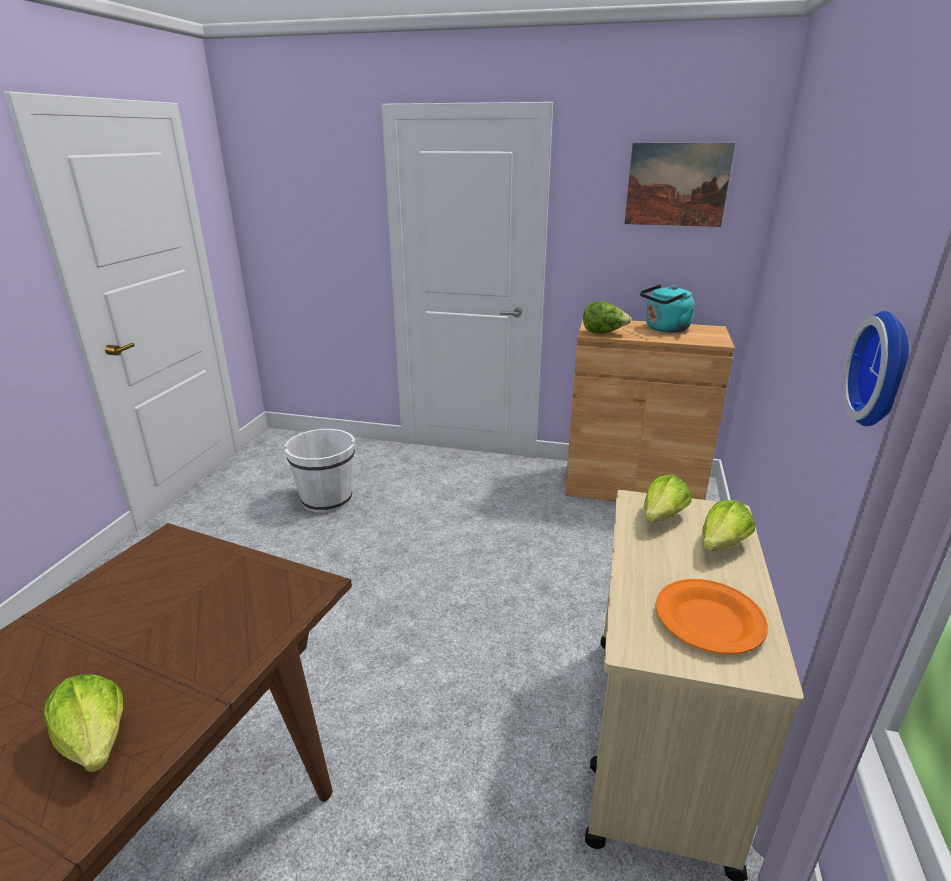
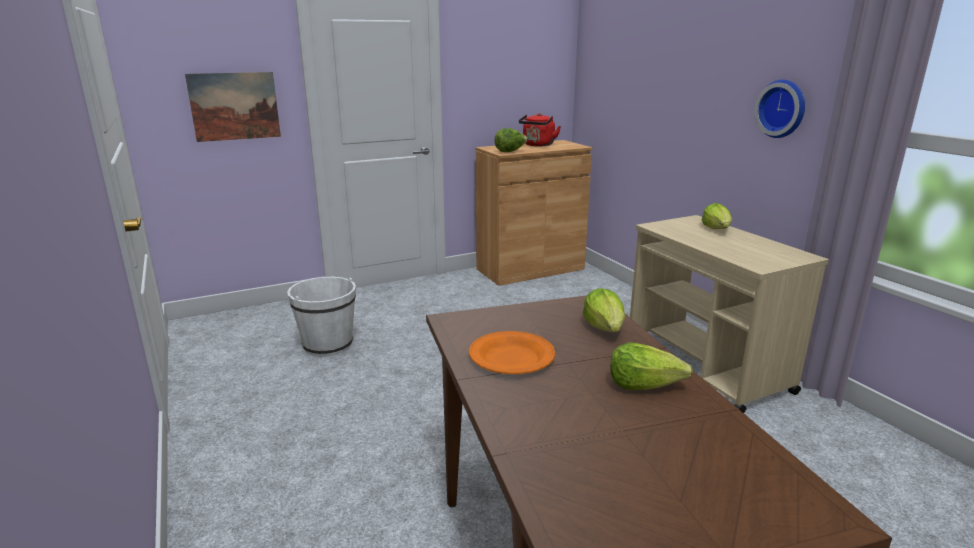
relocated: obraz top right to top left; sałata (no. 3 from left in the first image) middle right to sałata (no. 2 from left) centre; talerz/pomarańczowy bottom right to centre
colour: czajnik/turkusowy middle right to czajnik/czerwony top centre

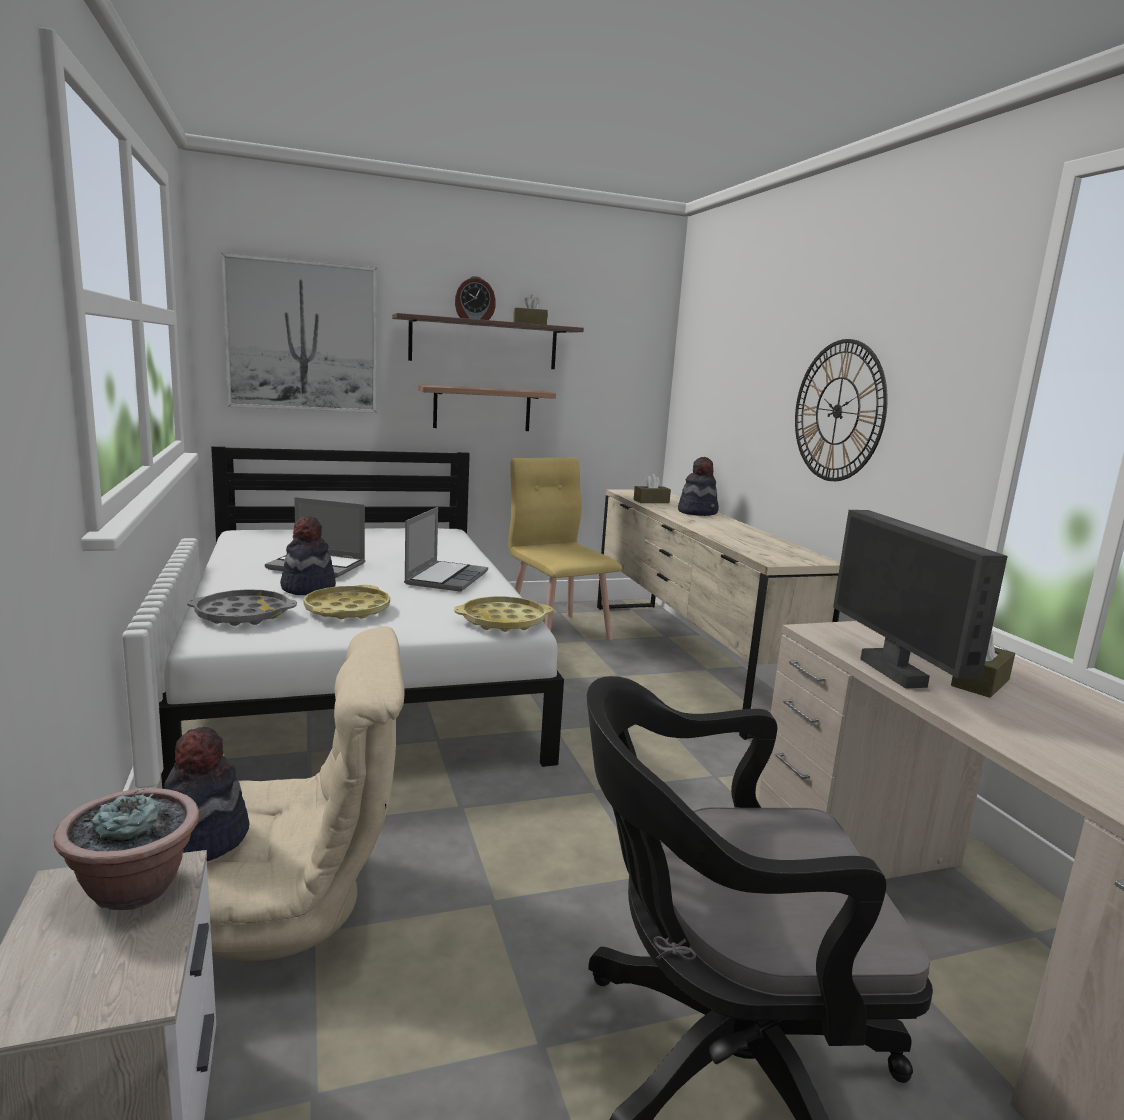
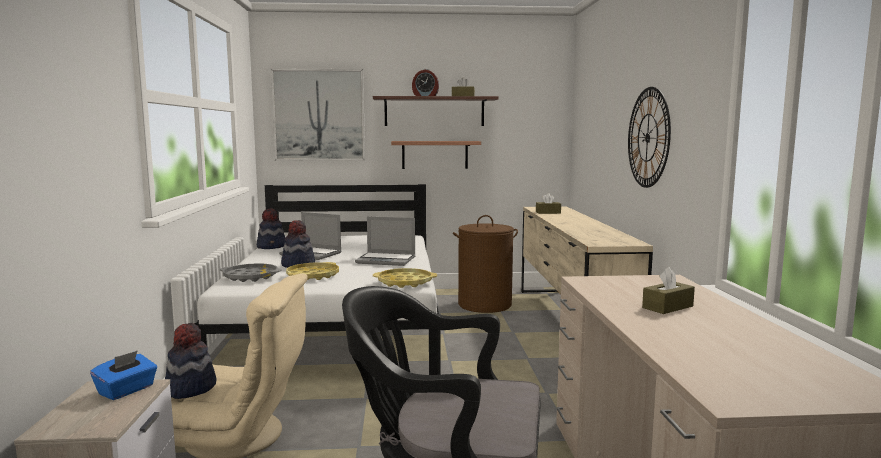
missing: monitor middle right
relocated: kapelusz (no. 3 from left in the first image) centre to kapelusz (no. 2 from left) middle left
exchanged: roślina doniczkowa bottom left to pudełko chusteczek/niebieski bottom left; krzesło/żółty centre to kosz na pranie/brązowy centre
spun: laptop (no. 2 from left) centre = centre 75 degrees clockwise

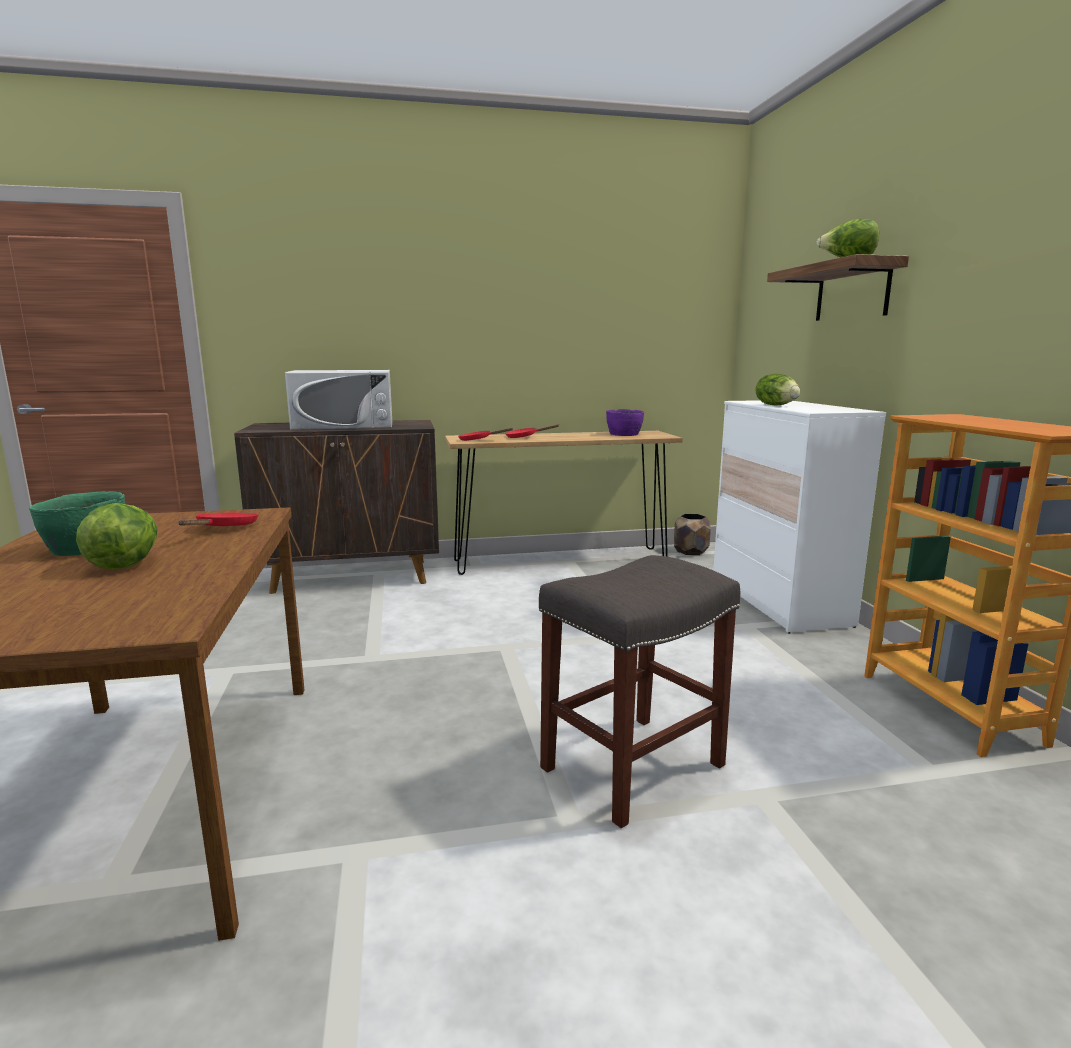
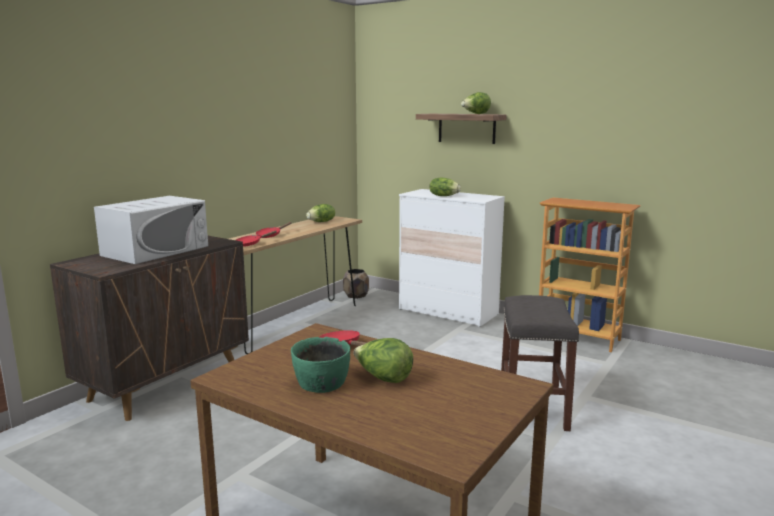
exchanged: miska/fioletowy centre to sałata (no. 1 from left) centre

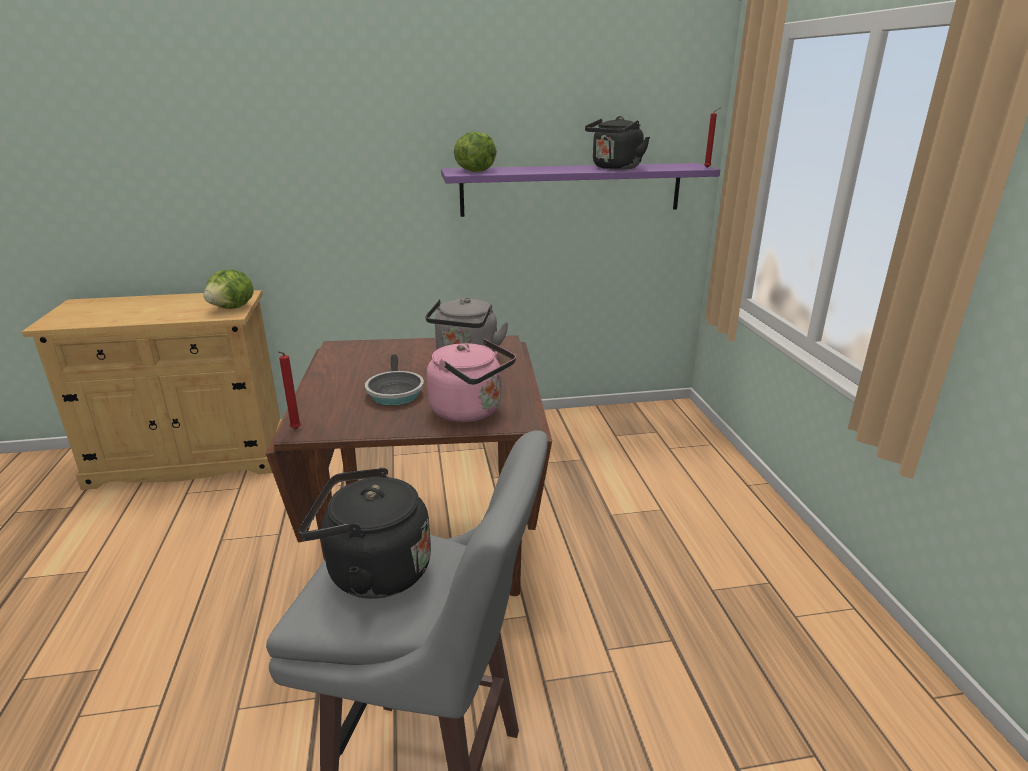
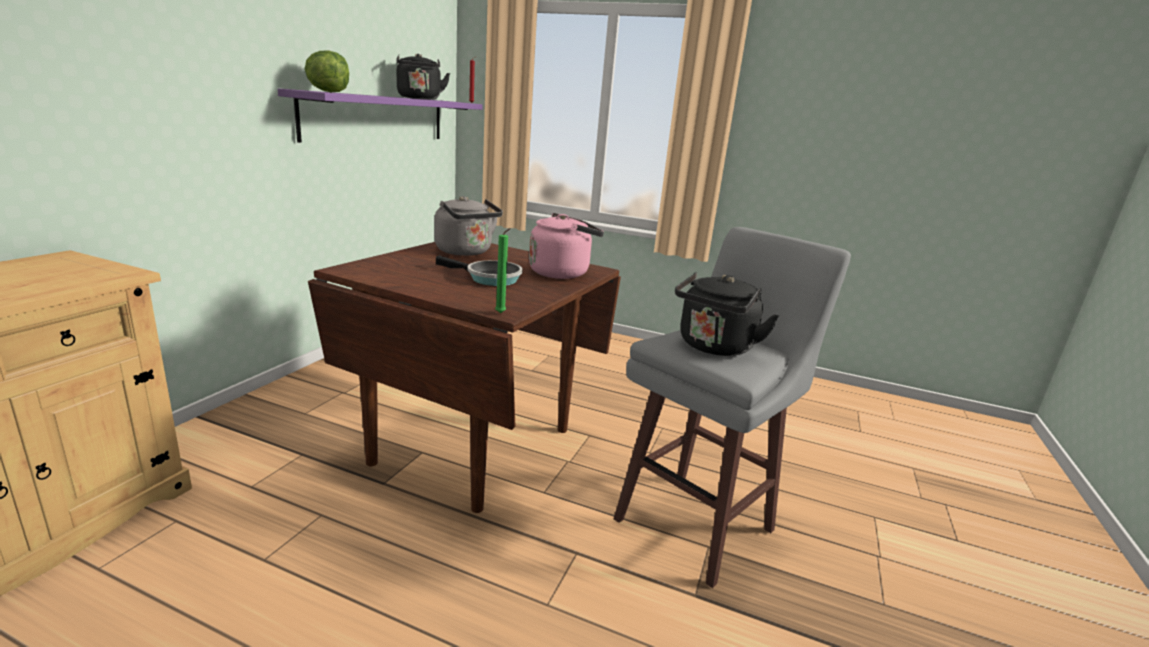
missing: sałata (no. 1 from left) middle left
colour: świeca/czerwony (no. 1 from left) middle left to świeca/zielony centre

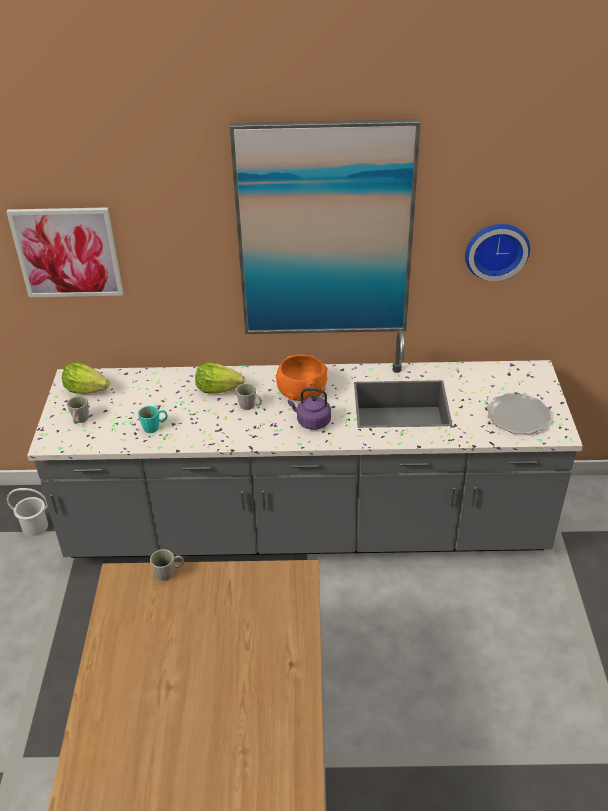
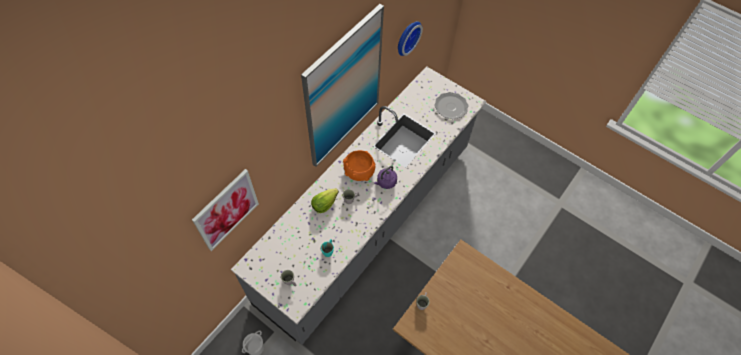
missing: sałata (no. 1 from left) middle left

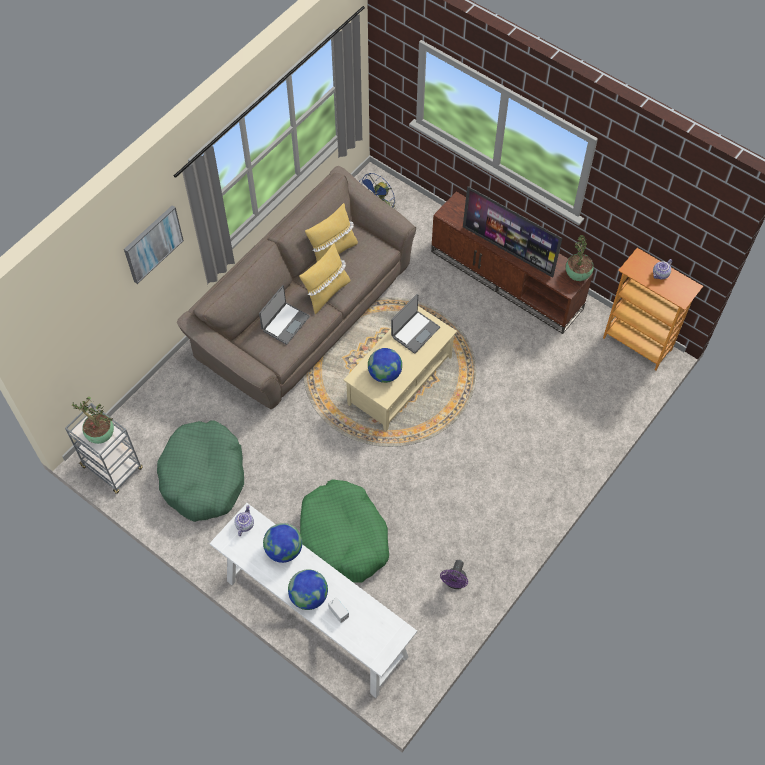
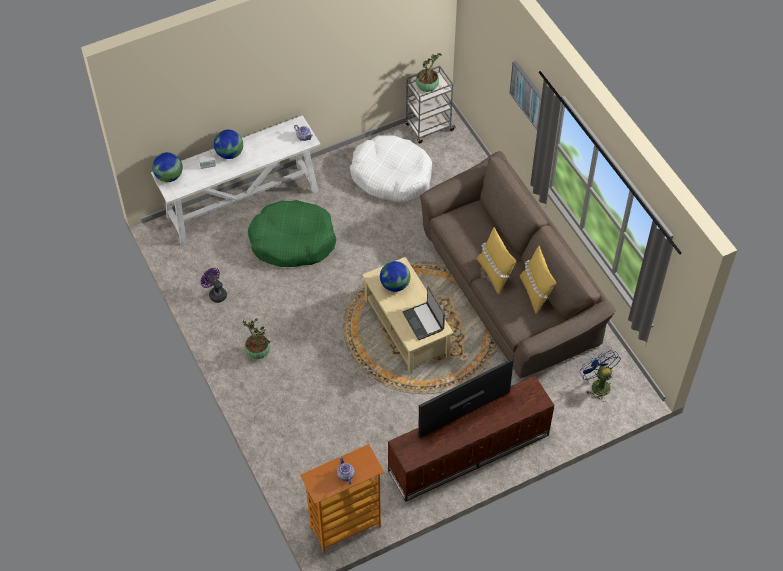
missing: laptop (no. 1 from left) centre
relocated: globus (no. 1 from left) bottom centre to top left; roślina doniczkowa (no. 2 from left in the first image) middle right to roślina doniczkowa (no. 1 from left) middle left
colour: legowisko/zielony (no. 1 from left) middle left to legowisko/biały top centre

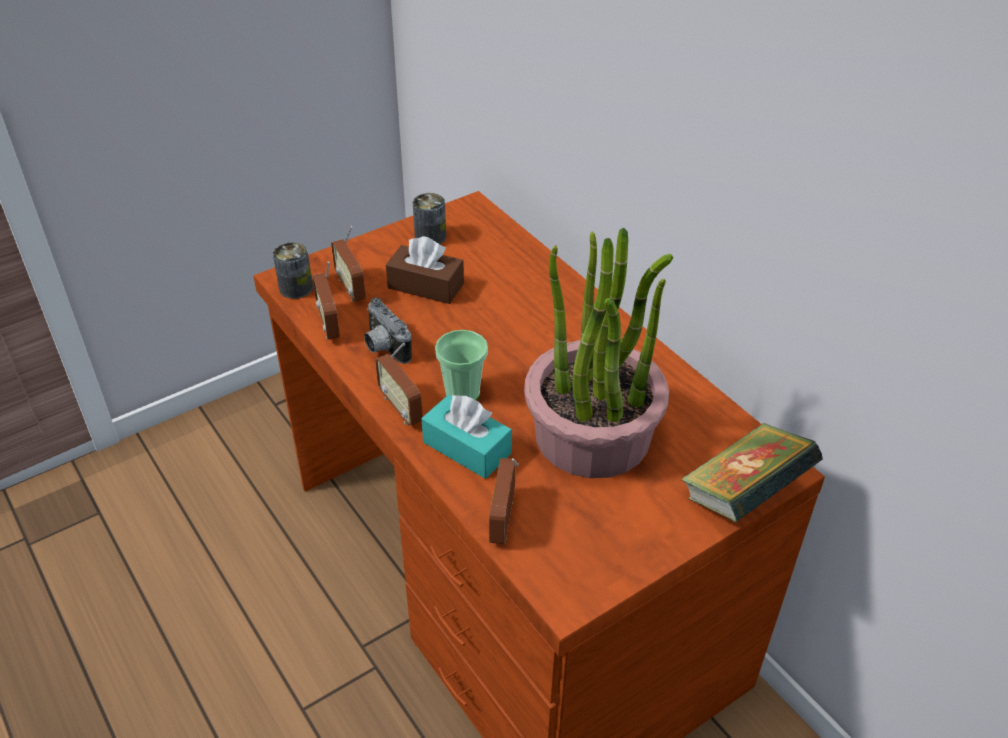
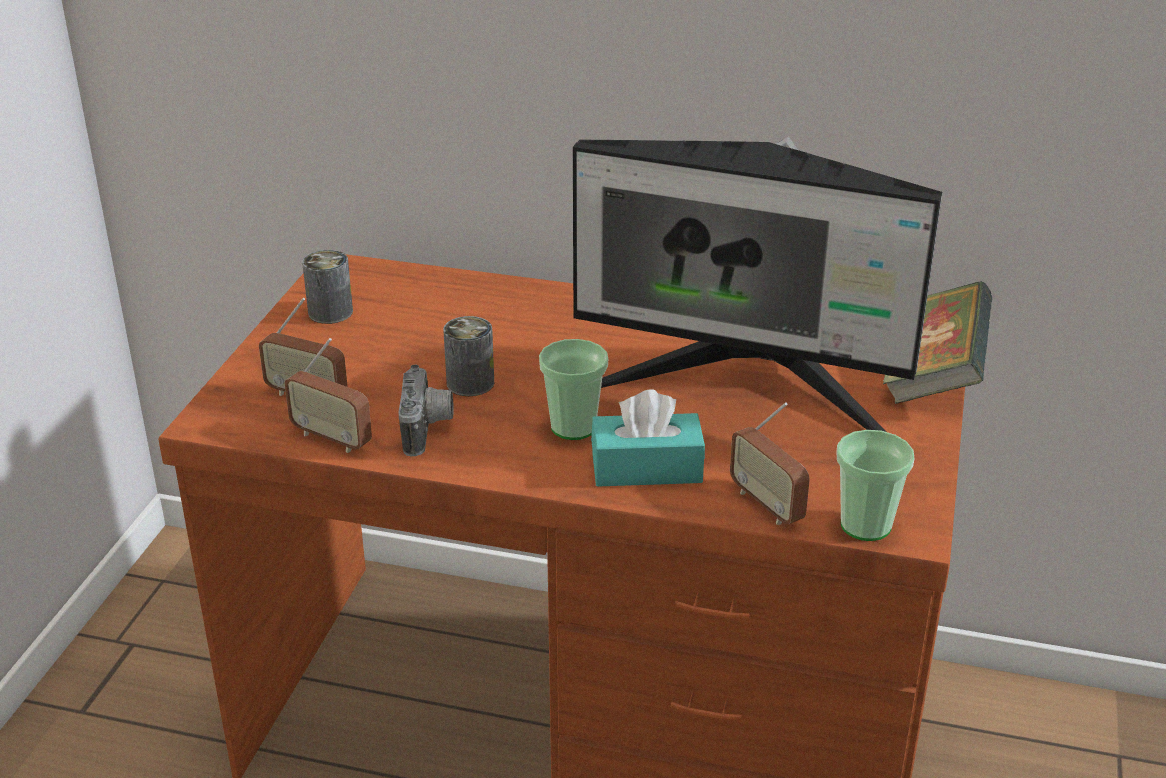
missing: radio (no. 3 from left) centre; pudełko chusteczek/brązowy centre
appeared: filiżanka (no. 2 from left) middle right
relocated: puszka (no. 1 from left in the first image) middle left to puszka (no. 2 from left) centre
exchanged: roślina doniczkowa centre to monitor centre
spun: aparat fotograficzny centre = centre 105 degrees counterclockwise

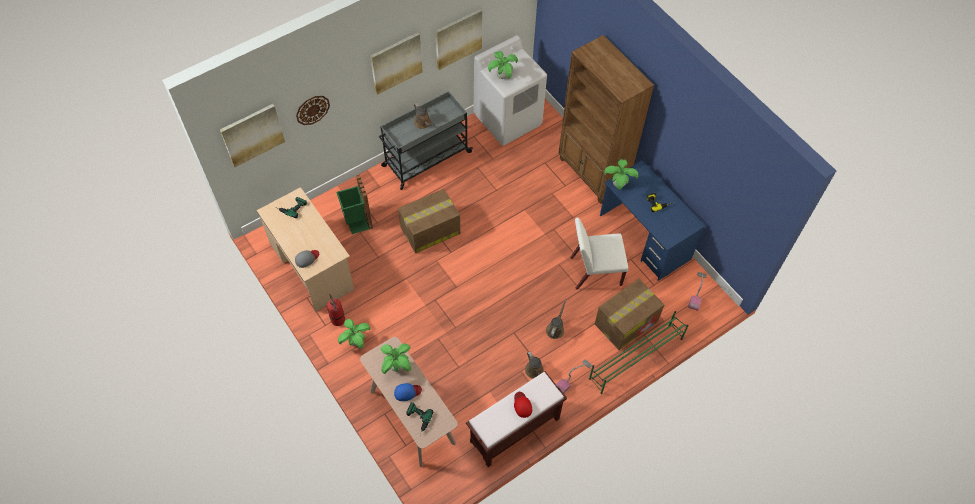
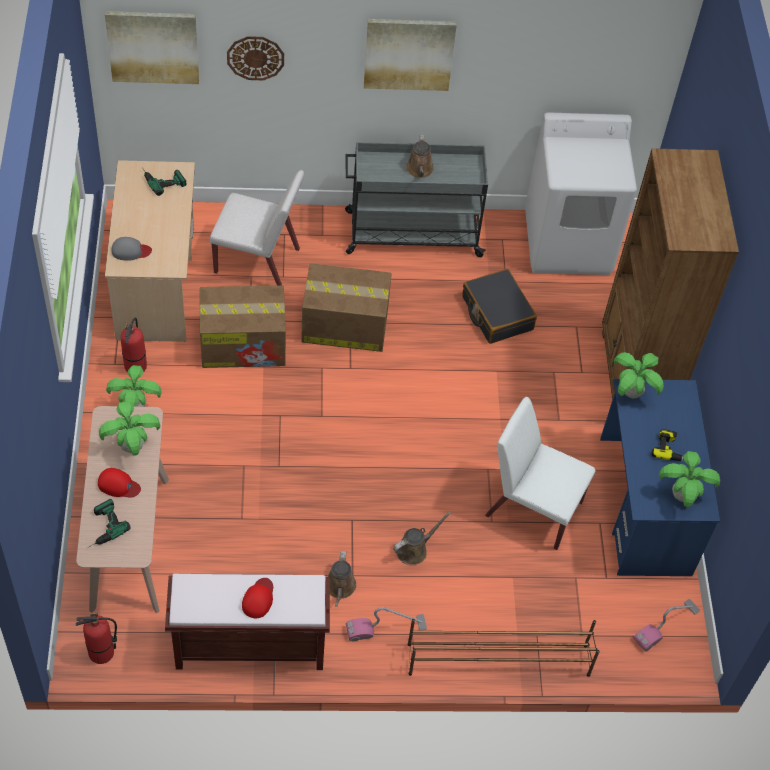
missing: obraz (no. 3 from left) top centre
appeared: gaśnica (no. 1 from left) bottom left; walizka/czarny centre
relocated: roślina doniczkowa (no. 3 from left in the first image) top centre to roślina doniczkowa (no. 4 from left) middle right; karton (no. 2 from left in the first image) centre to karton (no. 1 from left) middle left
exchanged: kosz na śmieci/zielony centre to krzesło/biały (no. 1 from left) top centre
colour: czapka z daszkiem/niebieski bottom centre to czapka z daszkiem/czerwony (no. 1 from left) middle left; regał na buty/zielony bottom centre to regał na buty/brązowy bottom centre

